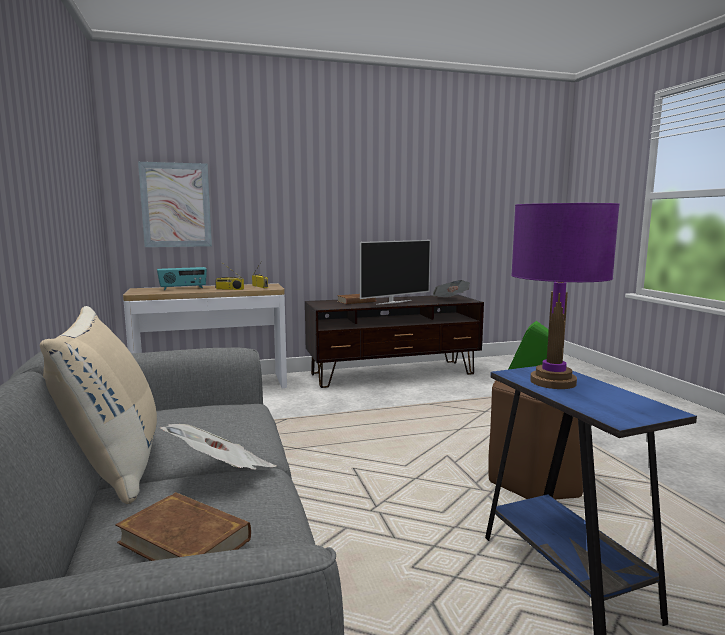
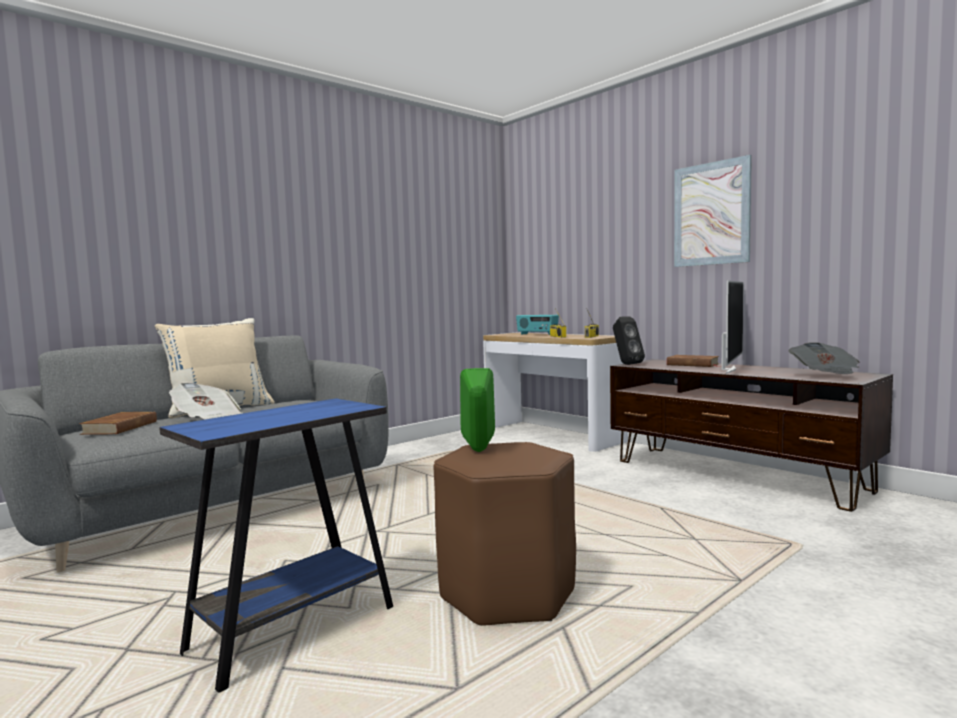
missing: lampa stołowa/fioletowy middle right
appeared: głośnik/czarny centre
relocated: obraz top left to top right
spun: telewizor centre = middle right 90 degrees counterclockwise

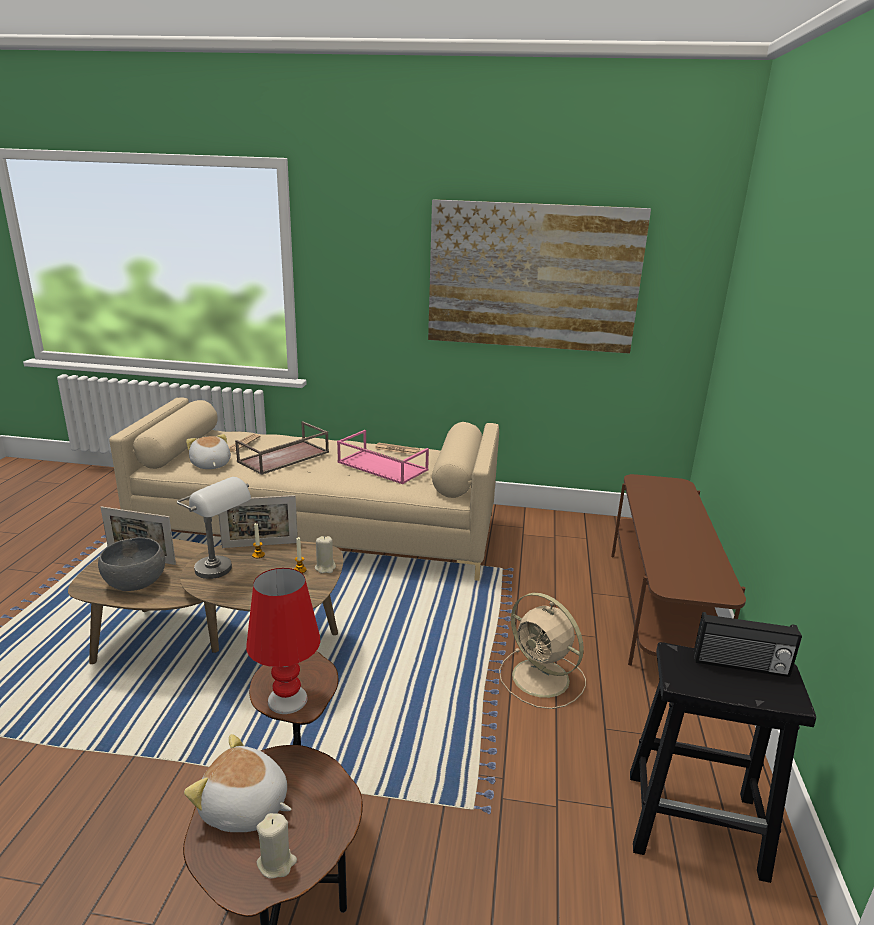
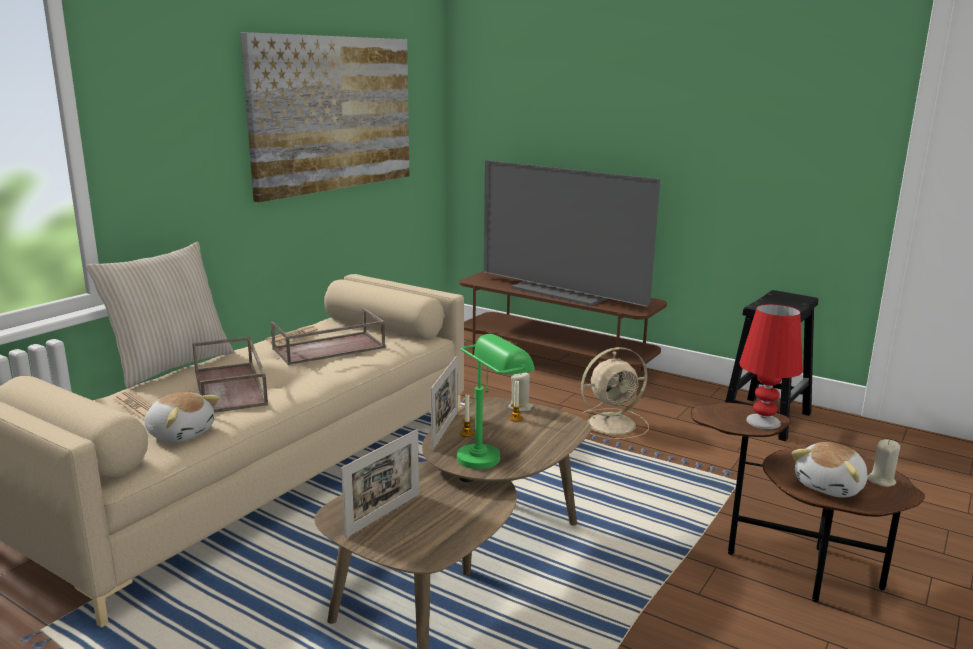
missing: miska/szary middle left; radio bottom right
appeared: poduszka/beżowy middle left; telewizor centre
colour: lampa stołowa/szary middle left to lampa stołowa/zielony centre; taca/różowy centre to taca/brązowy (no. 2 from left) centre
spun: pluszak (no. 1 from left) middle left = middle left 150 degrees counterclockwise

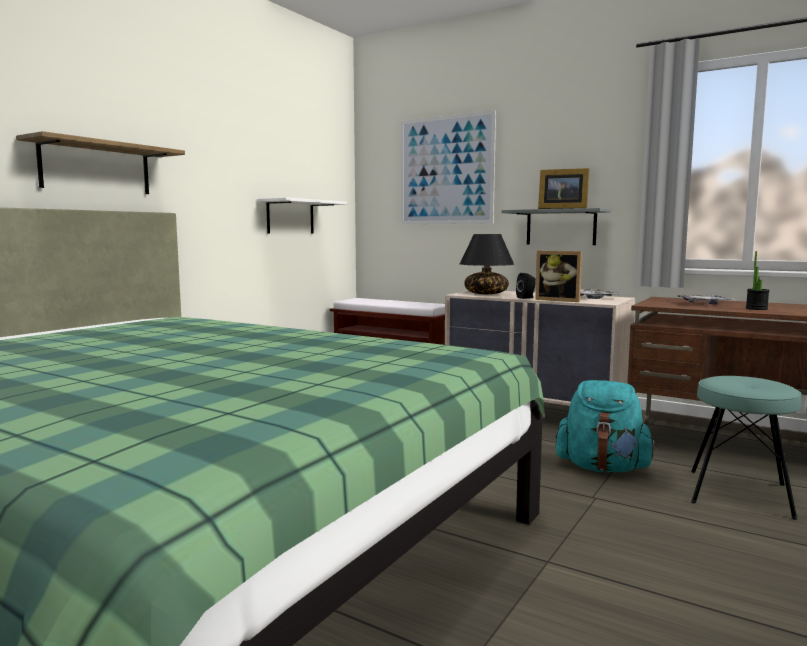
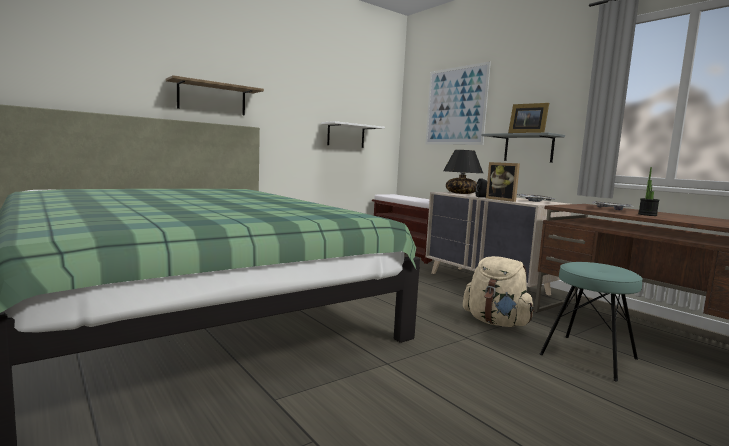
colour: plecak/turkusowy middle right to plecak/beżowy middle right

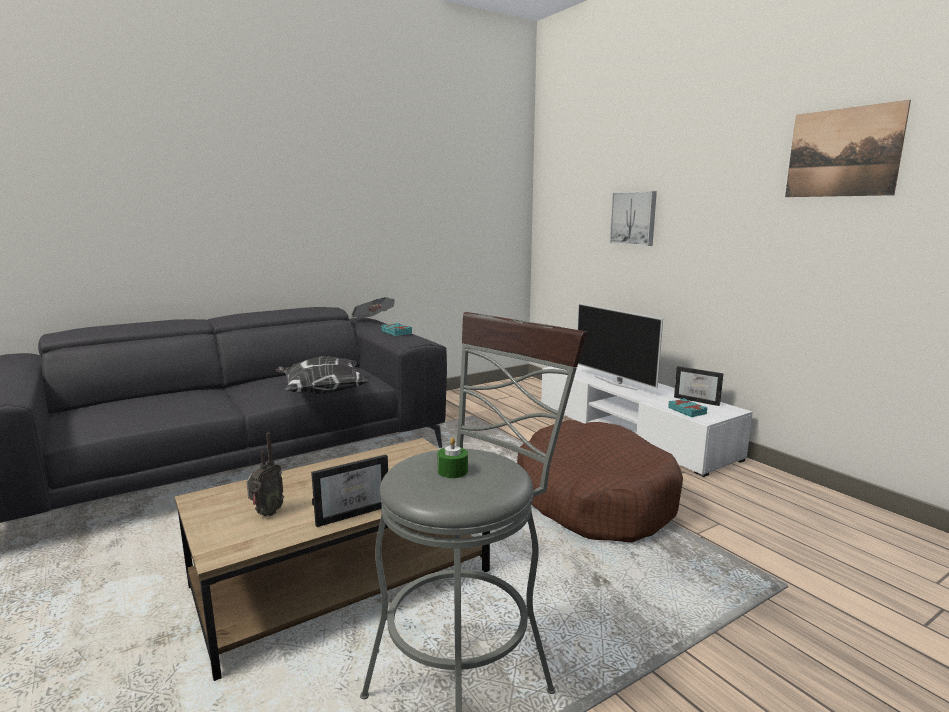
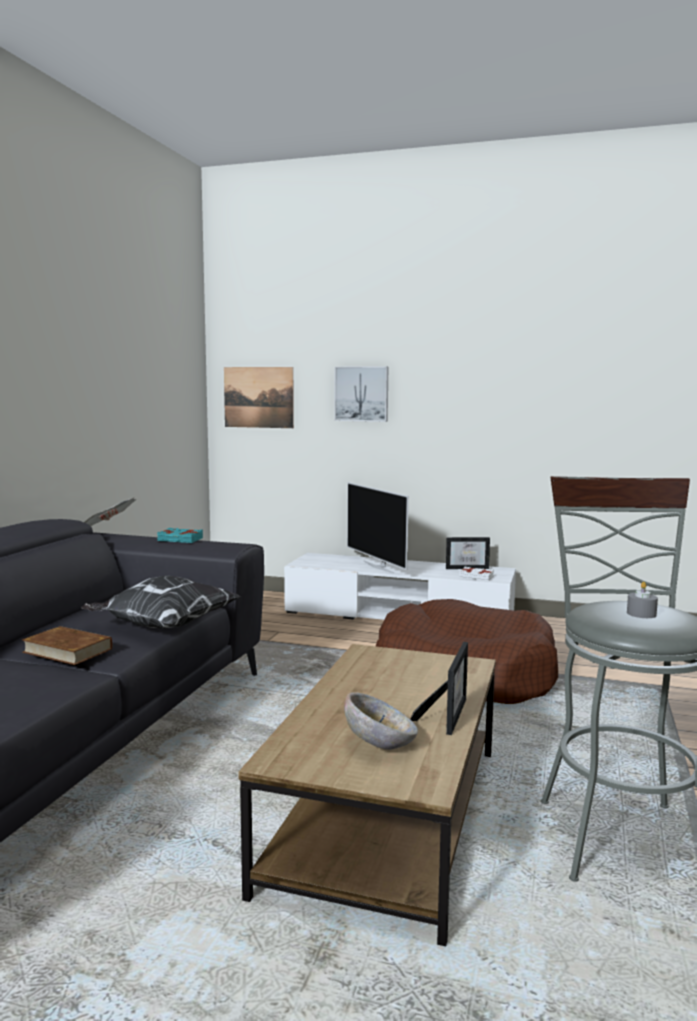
appeared: książka/brązowy middle left
relocated: obraz (no. 2 from left in the first image) top right to obraz (no. 1 from left) centre
exchanged: radio middle left to miska bottom centre
colour: świeca/zielony centre to świeca/szary middle right; książka/turkusowy (no. 2 from left) middle right to książka/biały middle right
spun: telewizor centre = centre 45 degrees clockwise

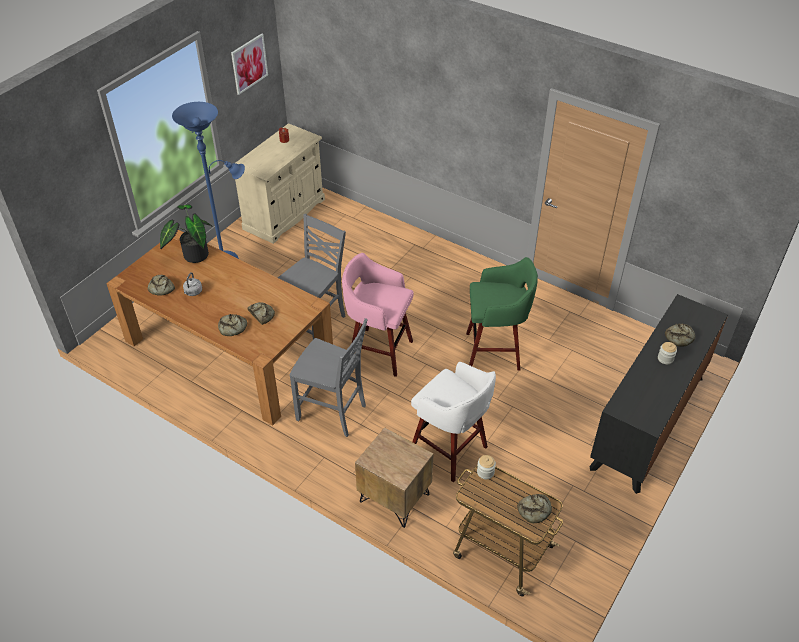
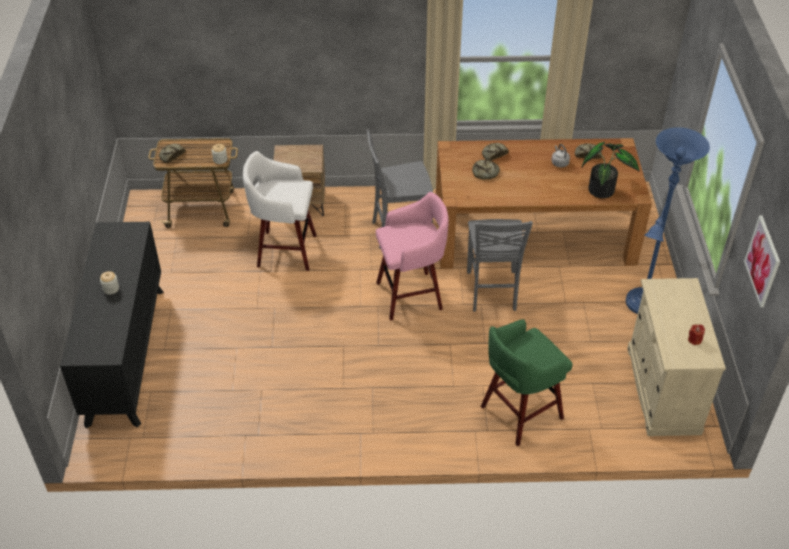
missing: chleb (no. 5 from left) middle right
relocated: stołek/zielony centre to bottom right

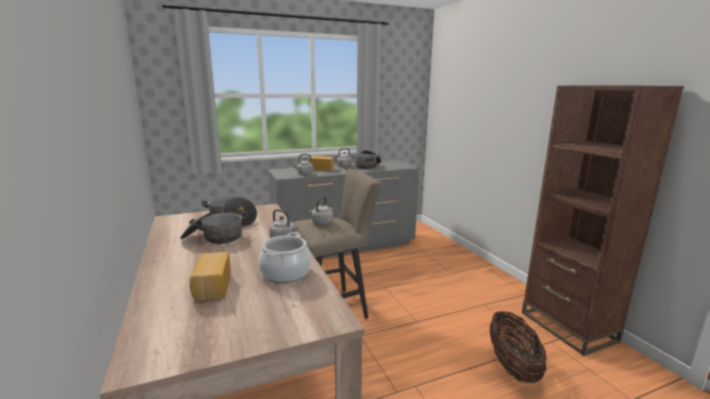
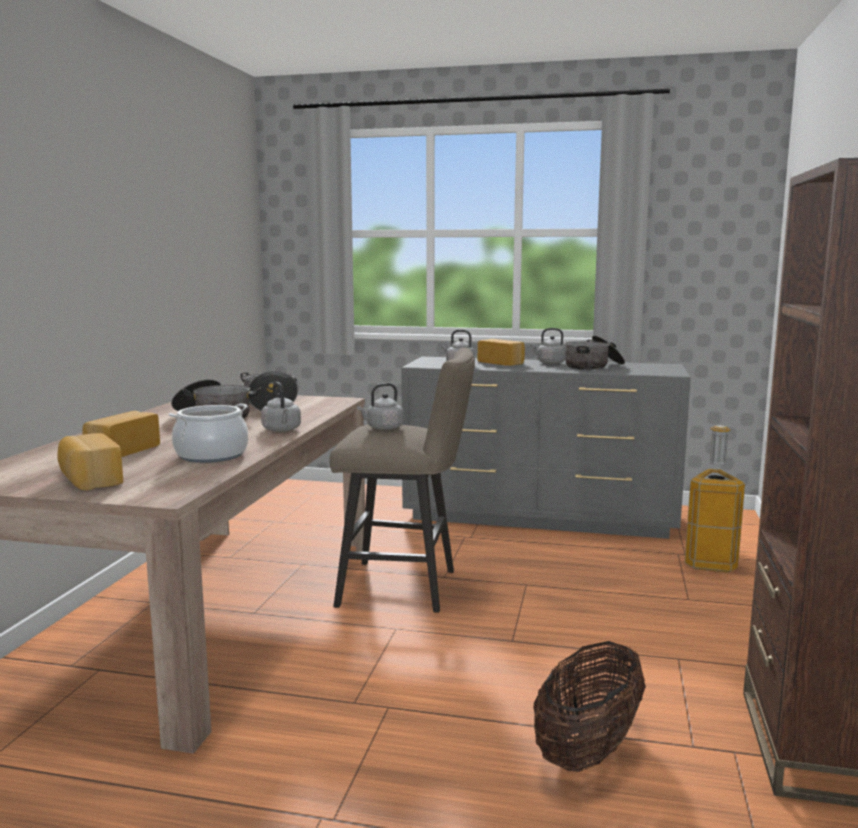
appeared: chleb (no. 1 from left) middle left; kosz na śmieci middle right

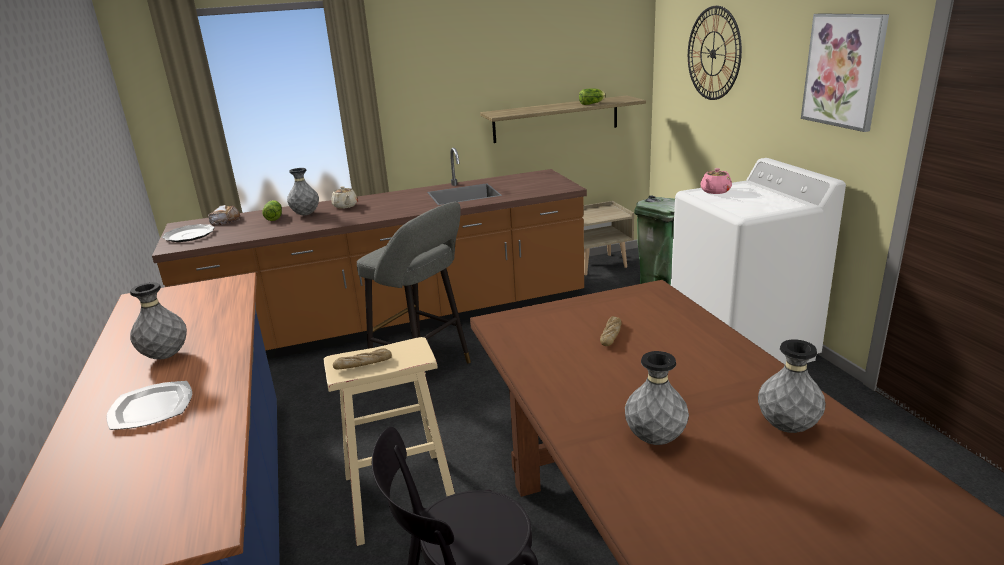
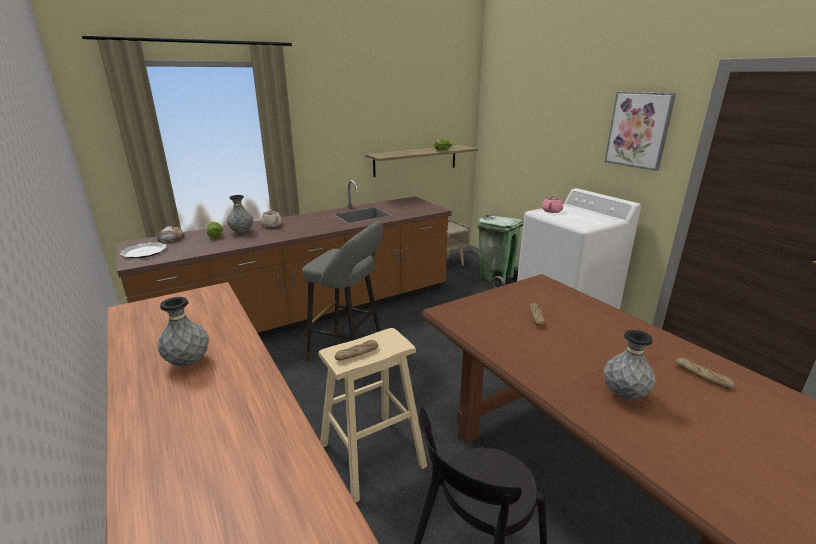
missing: talerz (no. 1 from left) bottom left; zegar ścienny top right
exchanged: wazon/szary (no. 4 from left) bottom right to chleb (no. 4 from left) bottom right

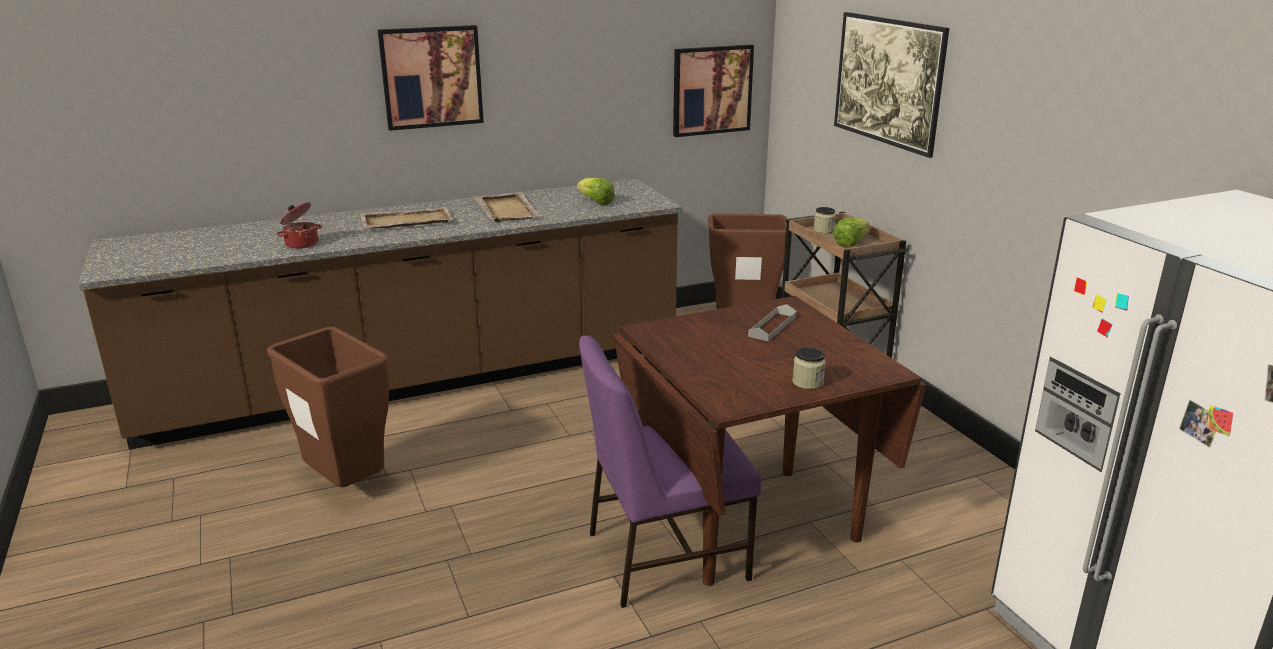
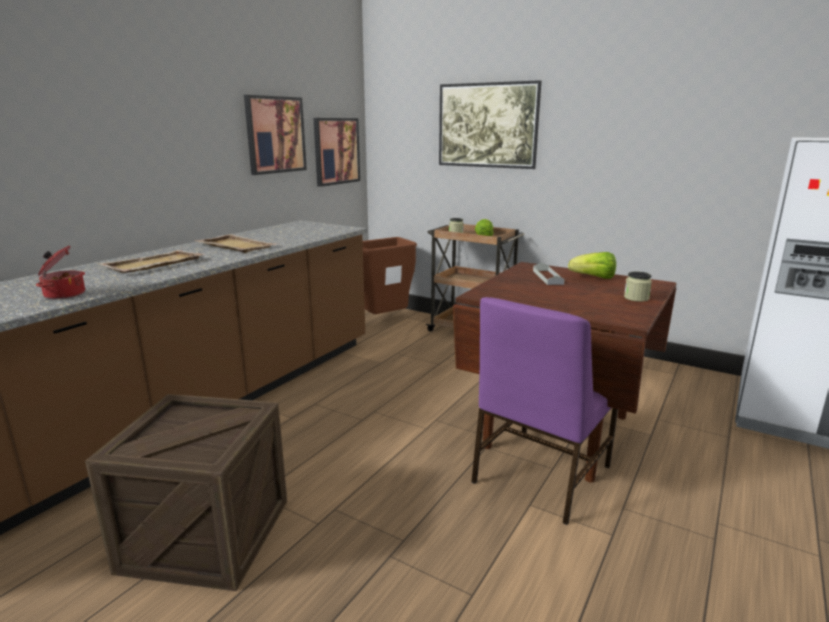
relocated: obraz (no. 1 from left) top centre to top left; sałata (no. 1 from left in the first image) top centre to sałata (no. 2 from left) middle right
exchanged: kosz na śmieci/brązowy (no. 1 from left) middle left to skrzynka bottom left

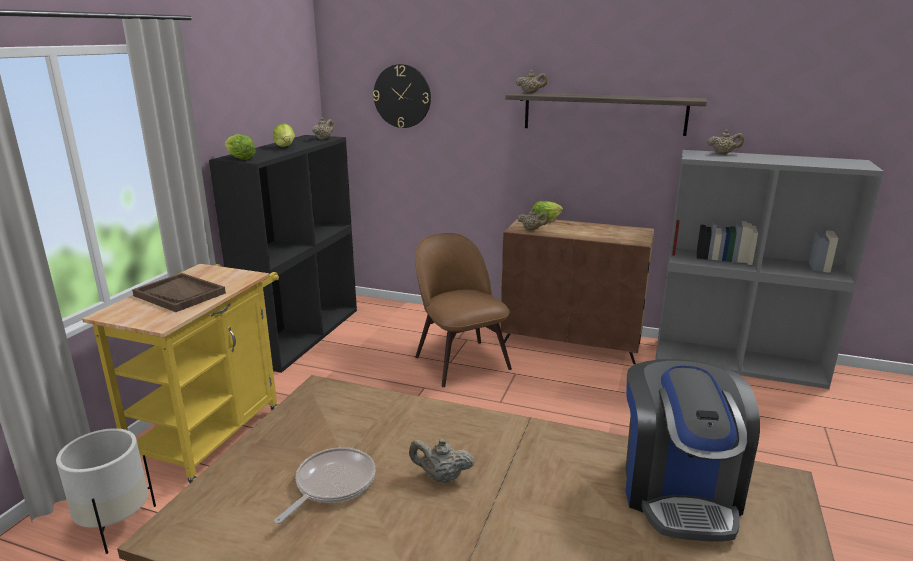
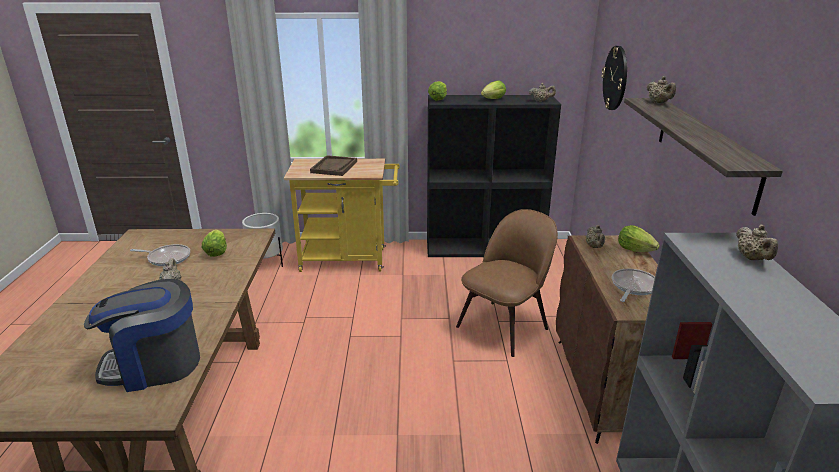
appeared: sałata (no. 1 from left) middle left; patelnia (no. 2 from left) middle right

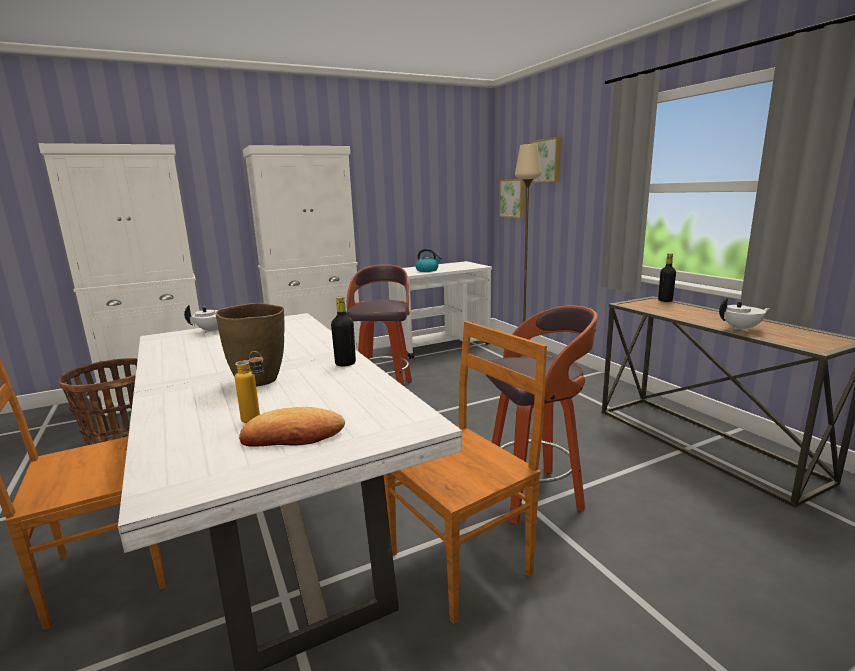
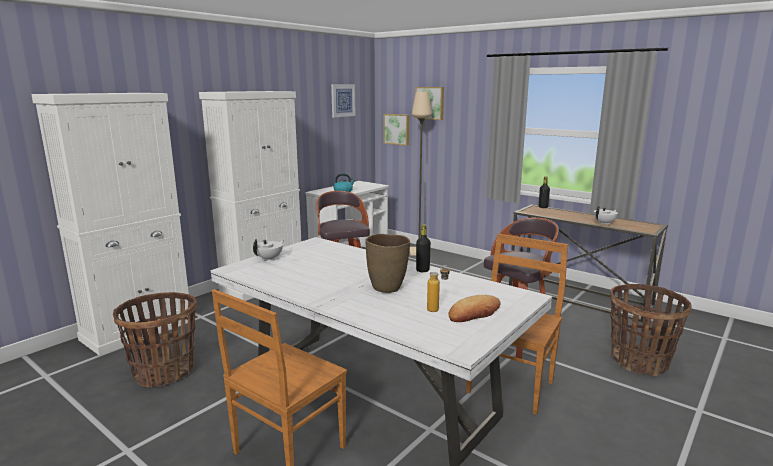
appeared: obraz (no. 1 from left) top centre; koszyk (no. 2 from left) bottom right

